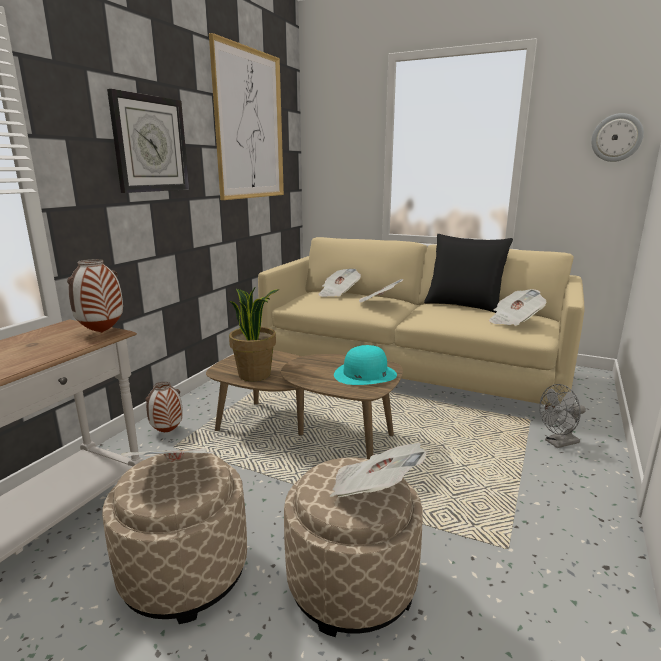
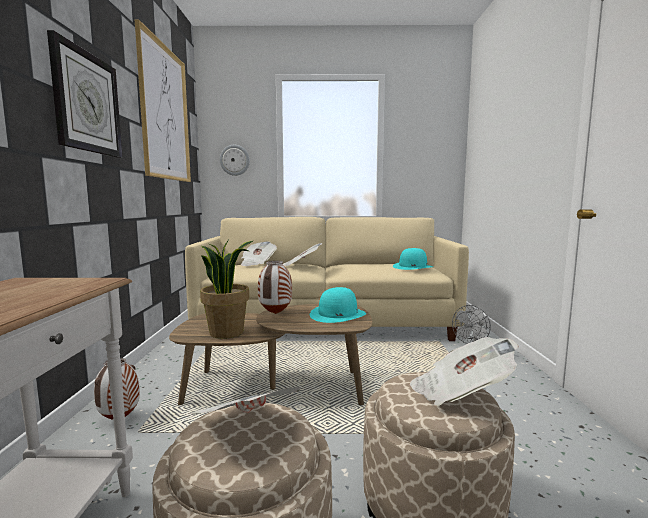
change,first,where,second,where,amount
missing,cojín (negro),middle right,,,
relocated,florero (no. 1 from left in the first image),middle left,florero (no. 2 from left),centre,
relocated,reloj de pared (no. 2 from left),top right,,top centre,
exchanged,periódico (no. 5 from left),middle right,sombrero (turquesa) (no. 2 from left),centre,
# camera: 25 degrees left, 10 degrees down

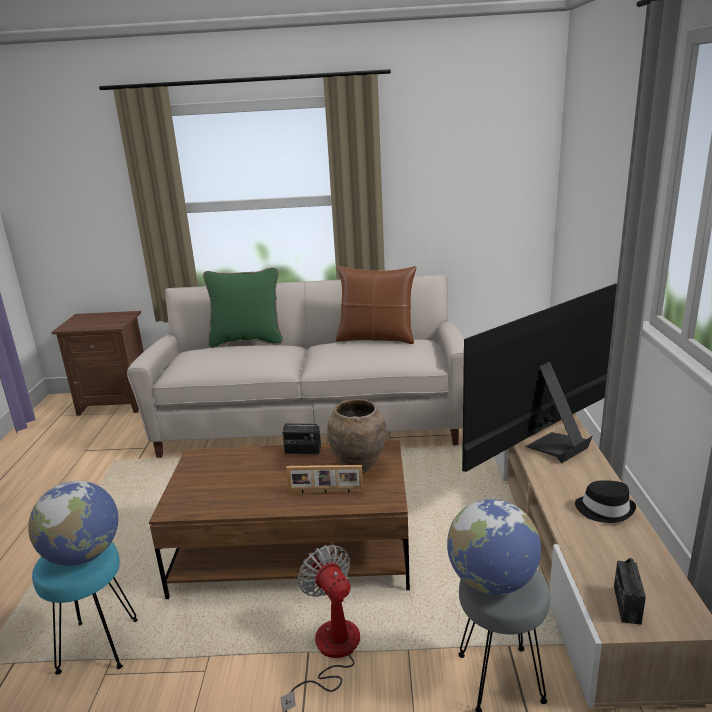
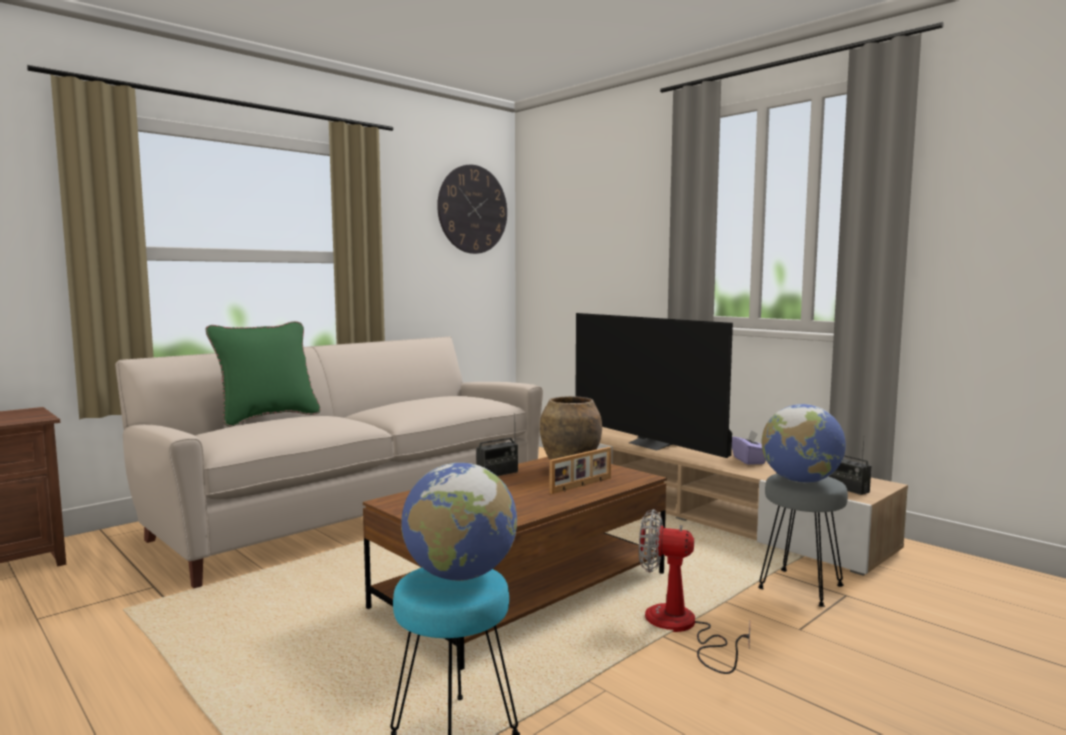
change,first,where,second,where,amount
missing,cojín (marrón),centre,,,
appeared,,,reloj de pared,top centre,
exchanged,sombrero (negro),bottom right,caja de pañuelos (morado),middle right,
spun,televisor,middle right,,centre,45 degrees counterclockwise
# camera: 45 degrees left, 15 degrees down

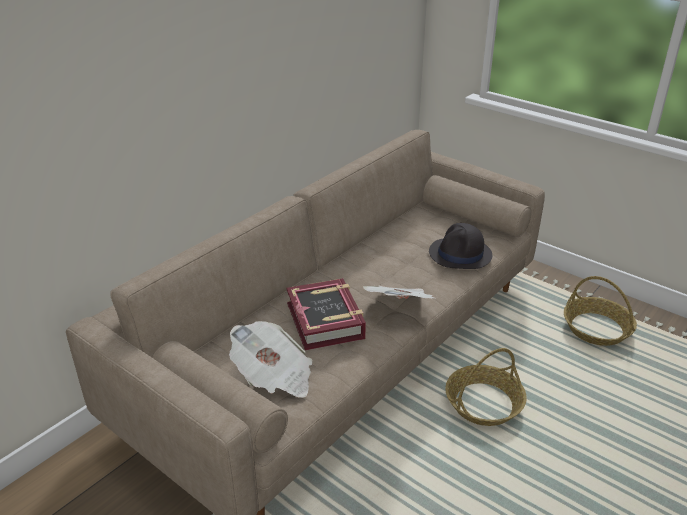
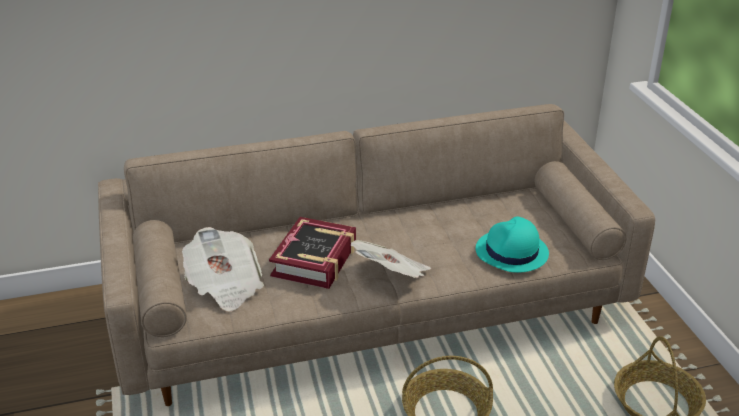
change,first,where,second,where,amount
colour,sombrero (negro),middle right,sombrero (turquesa),middle right,
# camera: 35 degrees right, 0 degrees up

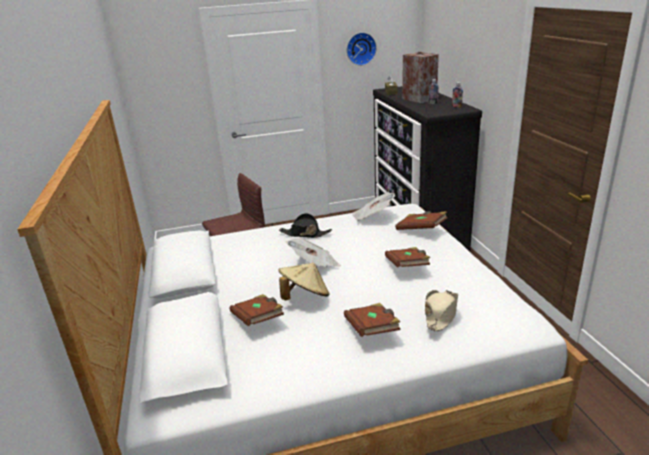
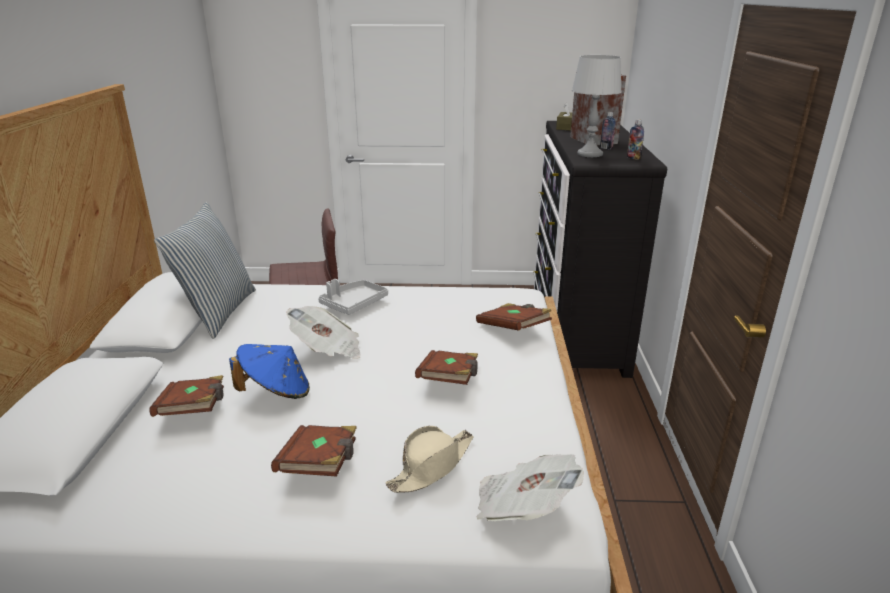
change,first,where,second,where,amount
missing,reloj de pared,top centre,,,
appeared,,,cojín,middle left,
appeared,,,lámpara de mesa (gris),top right,
relocated,periódico (no. 2 from left),centre,,bottom centre,
exchanged,sombrero (negro),centre,bandeja (gris),centre,
colour,sombrero (beis) (no. 1 from left),centre,sombrero (azul),middle left,
# camera: 15 degrees right, 0 degrees up

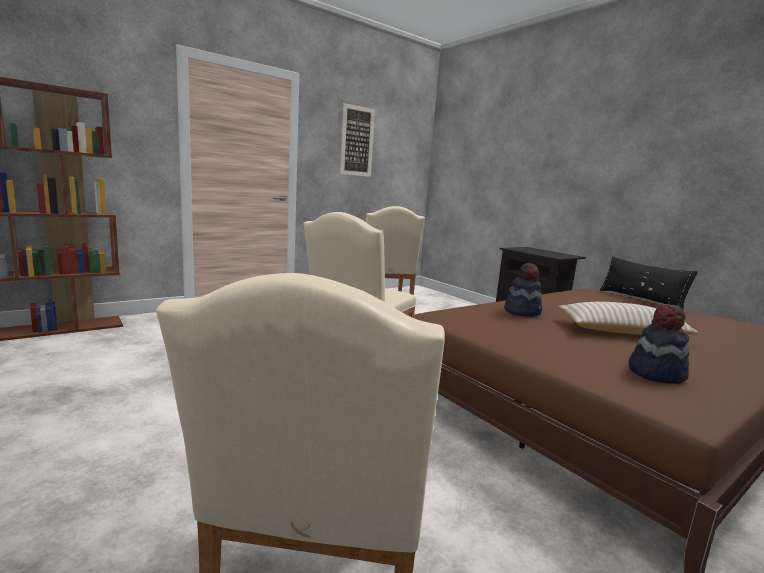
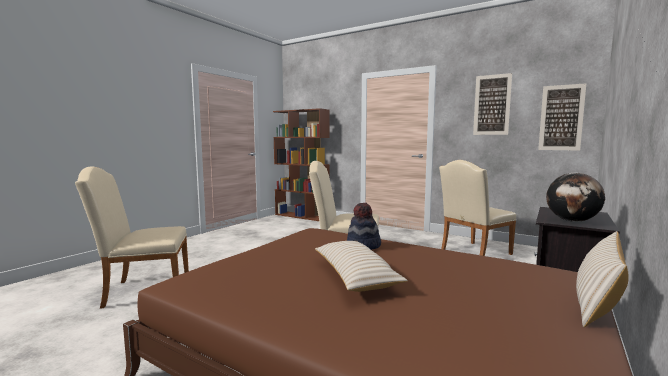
change,first,where,second,where,amount
missing,sombrero (no. 2 from left),middle right,,,
appeared,,,cuadro (no. 2 from left),top right,
appeared,,,globo terráqueo,middle right,
colour,cojín (negro),middle right,cojín (beis) (no. 2 from left),bottom right,
# camera: 70 degrees right, 5 degrees down

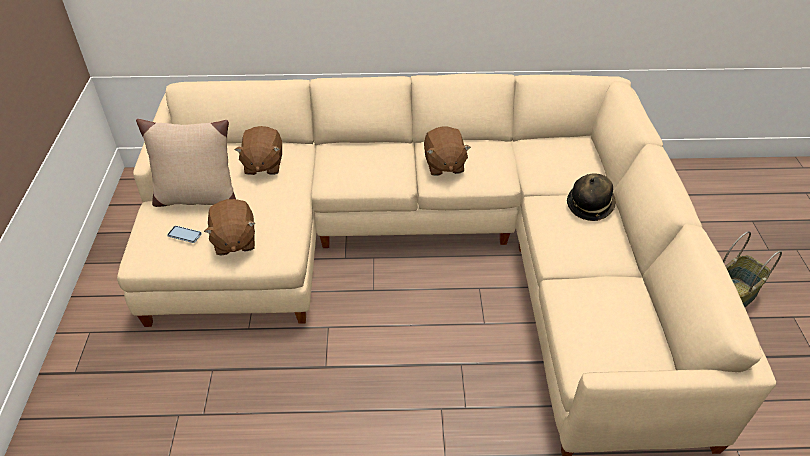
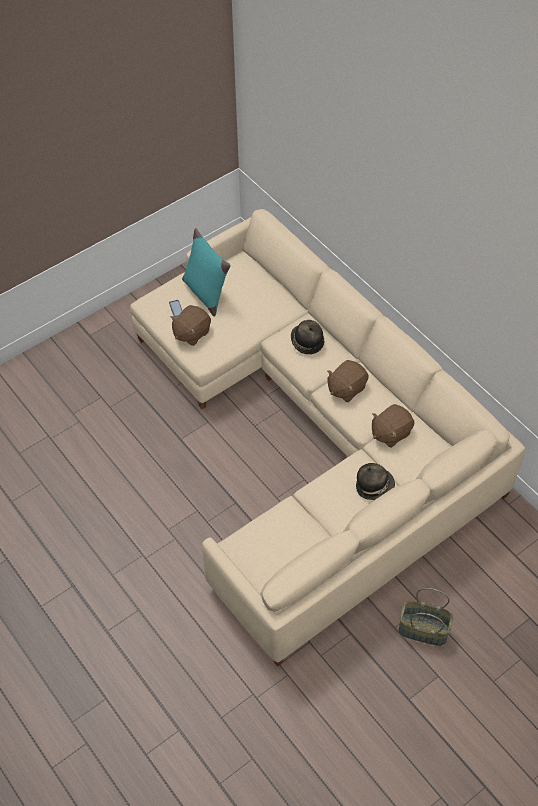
change,first,where,second,where,amount
appeared,,,sombrero (no. 1 from left),centre,
relocated,peluche (marrón) (no. 2 from left in the first image),top left,peluche (marrón) (no. 3 from left),middle right,
colour,cojín (beis),middle left,cojín (turquesa),centre,
# camera: 55 degrees right, 10 degrees up

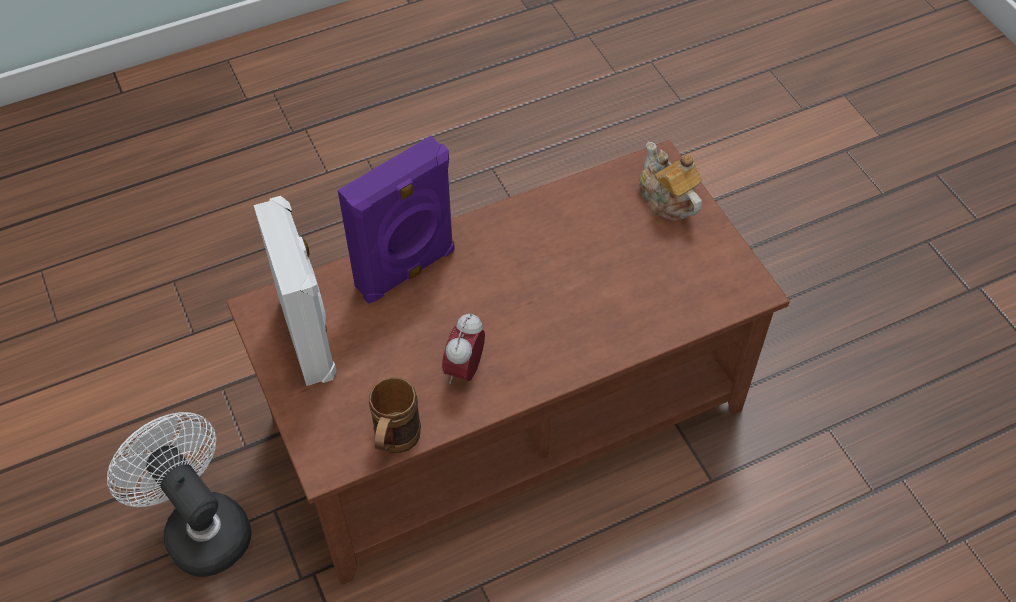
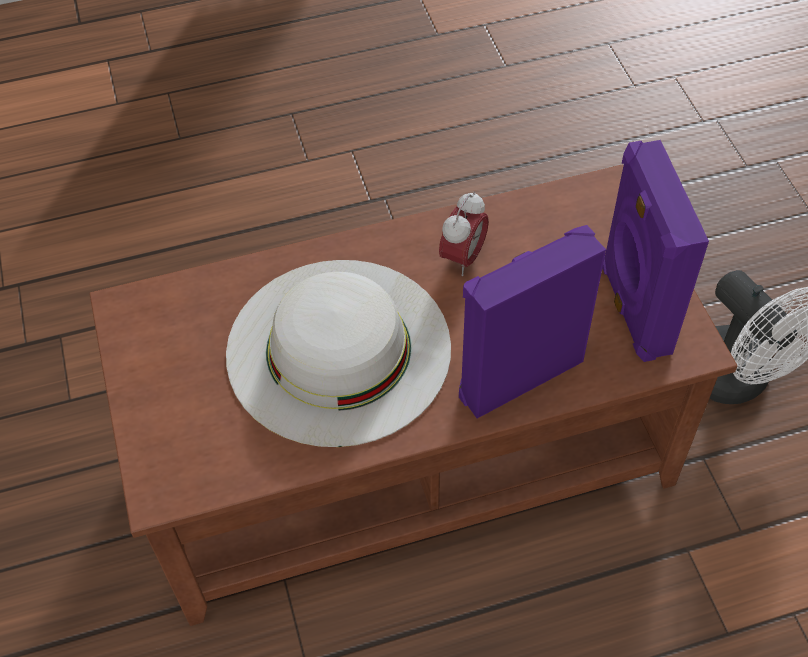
change,first,where,second,where,amount
missing,taza grande (marrón),bottom centre,,,
missing,tetera,top centre,,,
appeared,,,sombrero (blanco),centre,
colour,altavoz (blanco),middle left,altavoz (morado) (no. 2 from left),middle right,
# camera: 170 degrees left, 0 degrees up

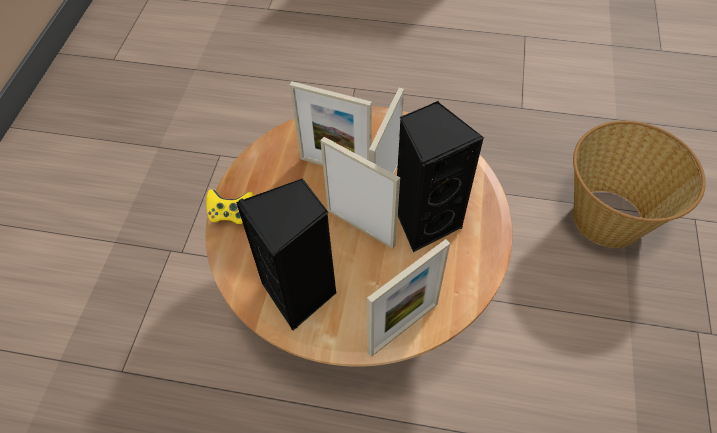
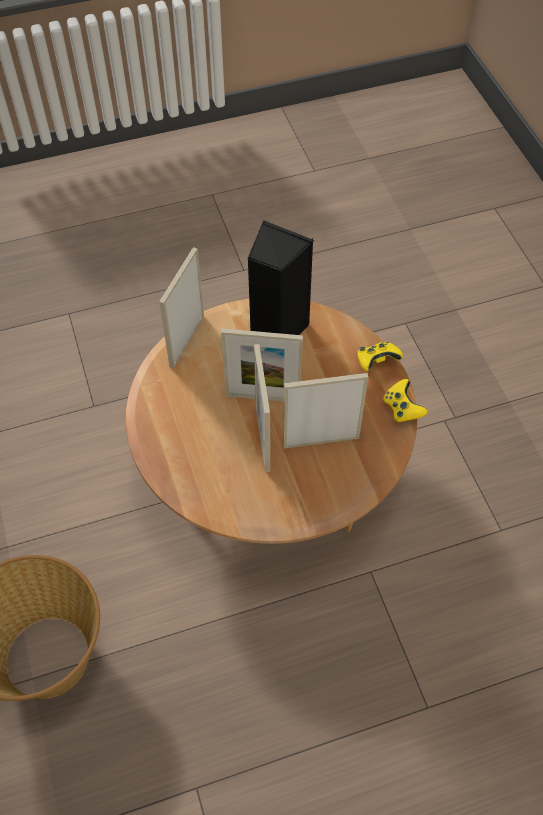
change,first,where,second,where,amount
missing,altavoz (negro) (no. 2 from left),centre,,,
appeared,,,mando de consola (amarillo) (no. 2 from left),middle right,
# camera: 150 degrees right, 0 degrees up

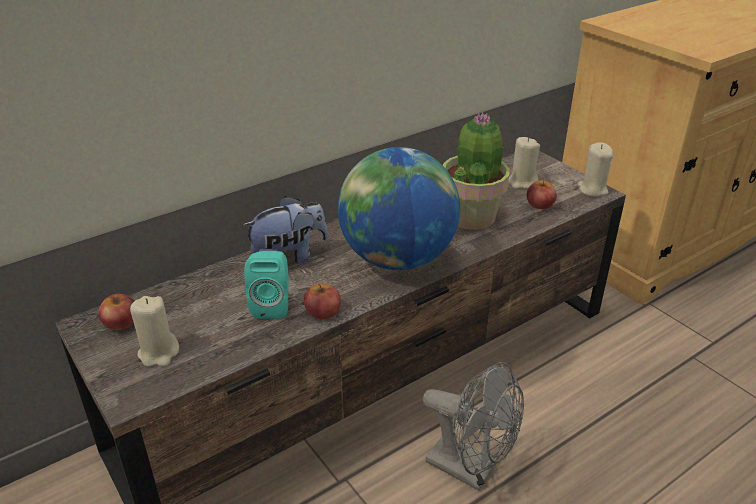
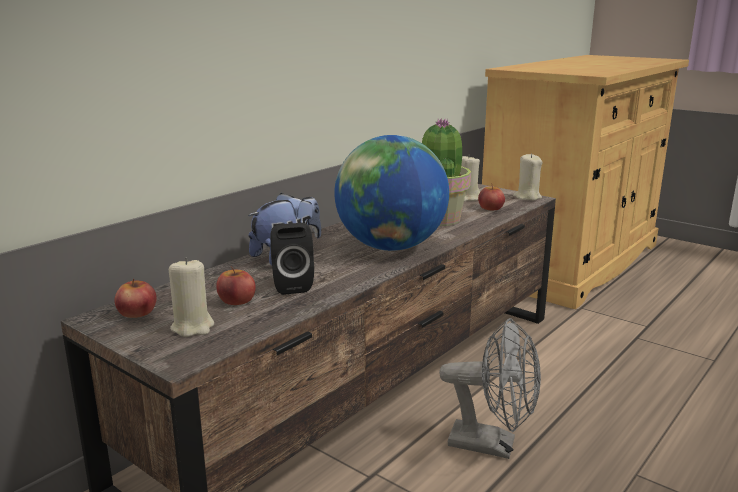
change,first,where,second,where,amount
relocated,manzana (no. 2 from left),centre,,middle left,
colour,altavoz (turquesa),centre,altavoz (negro),centre,
# camera: 15 degrees left, 15 degrees down

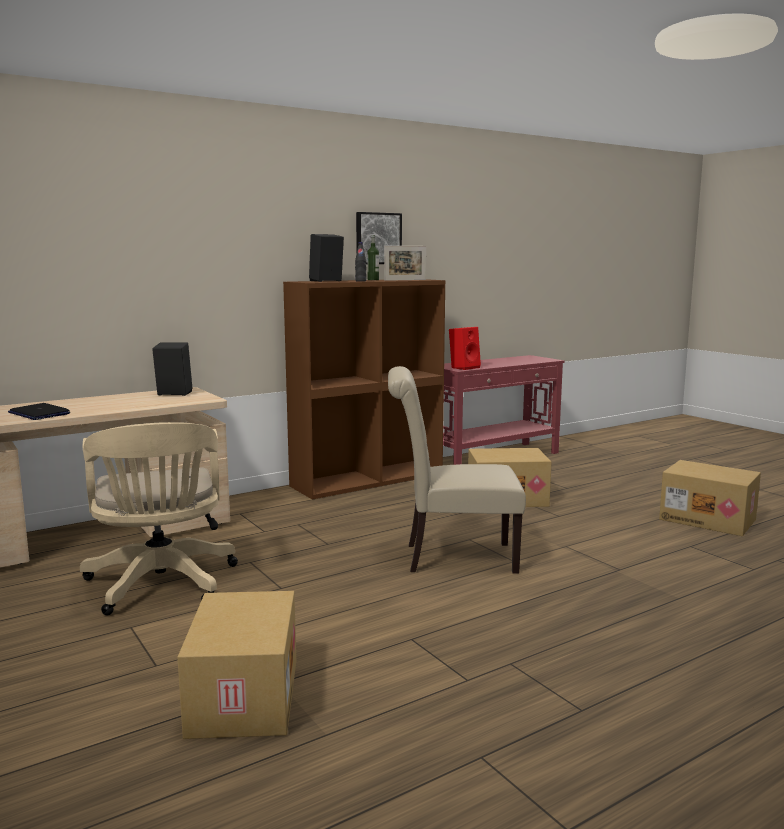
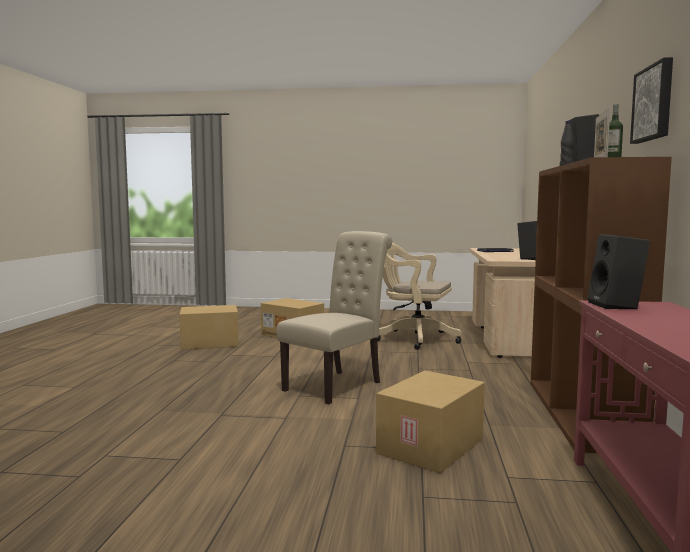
change,first,where,second,where,amount
relocated,caja de cartón (no. 3 from left in the first image),middle right,caja de cartón (no. 1 from left),middle left,
colour,altavoz (rojo),centre,altavoz (negro) (no. 3 from left),middle right,
# camera: 130 degrees right, 5 degrees down

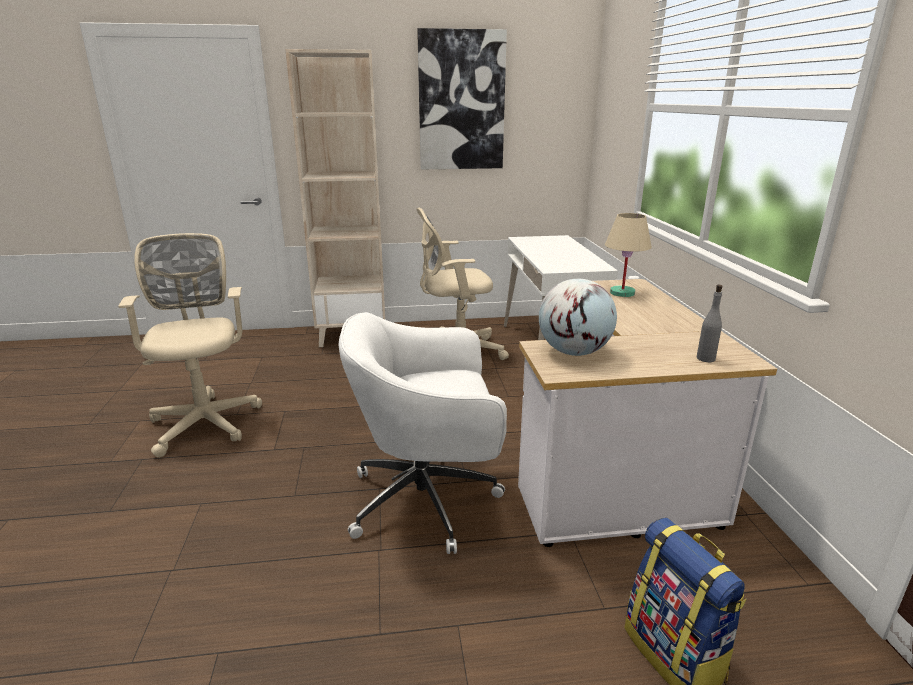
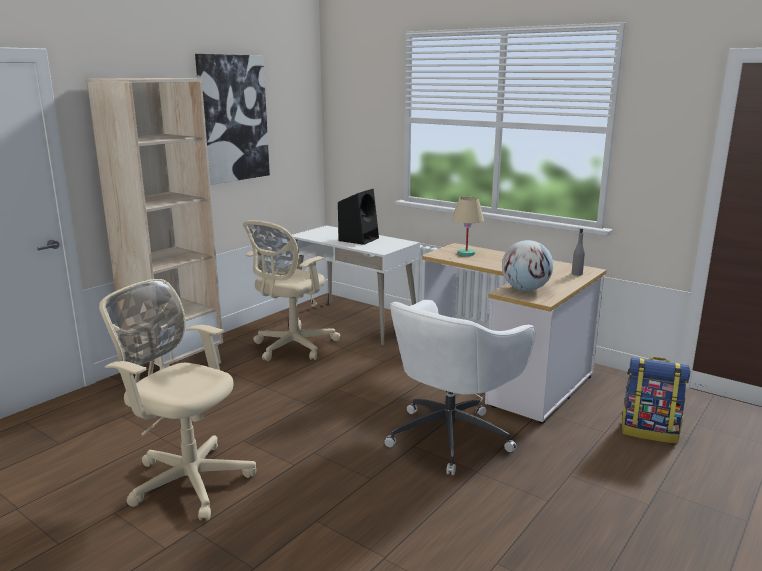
change,first,where,second,where,amount
appeared,,,altavoz (negro),centre,
# camera: 45 degrees left, 5 degrees down

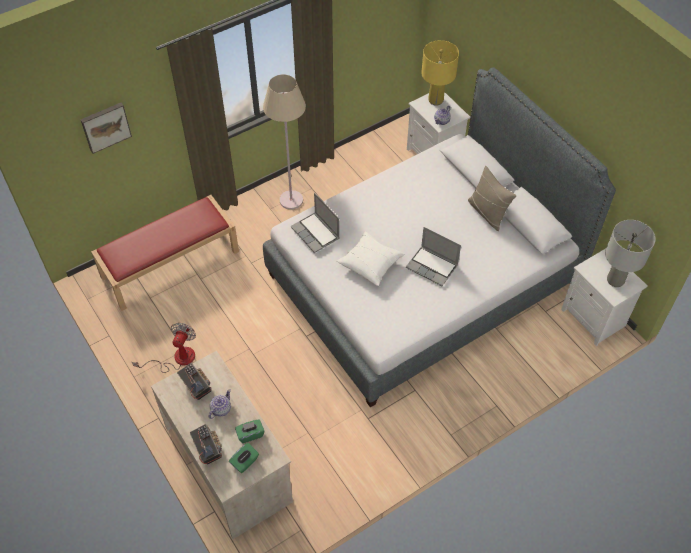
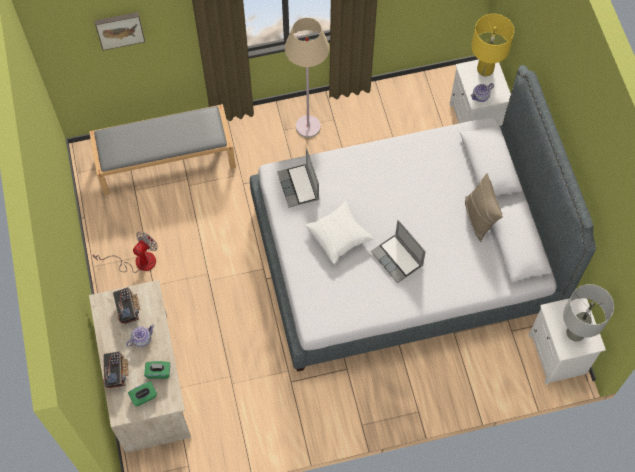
change,first,where,second,where,amount
colour,banco (rojo),middle left,banco (gris),top left,
# camera: 20 degrees right, 10 degrees up

